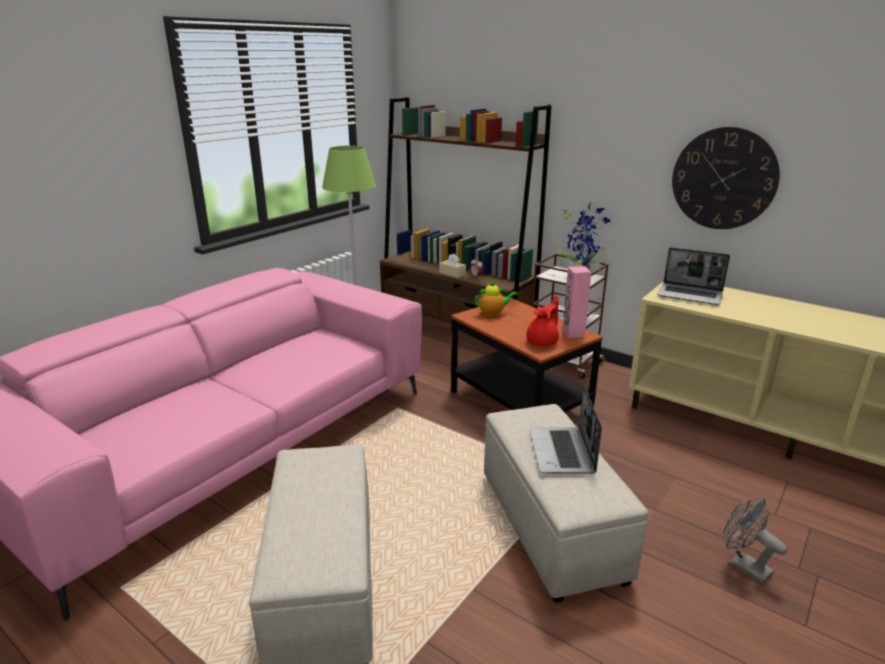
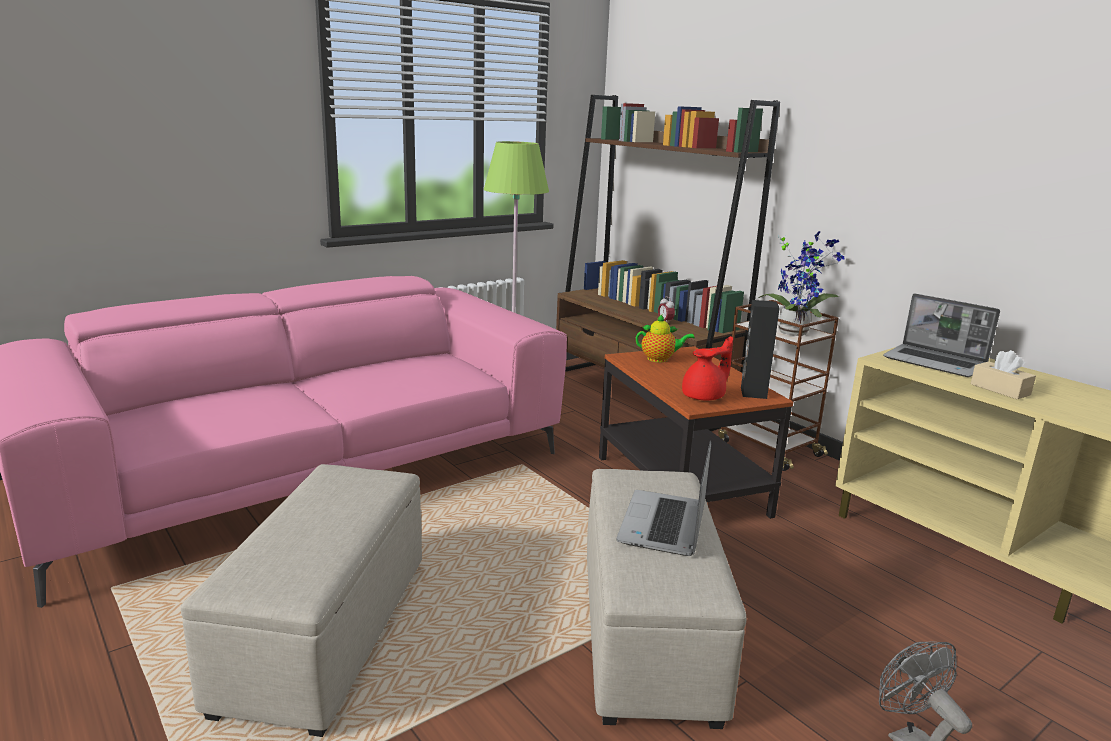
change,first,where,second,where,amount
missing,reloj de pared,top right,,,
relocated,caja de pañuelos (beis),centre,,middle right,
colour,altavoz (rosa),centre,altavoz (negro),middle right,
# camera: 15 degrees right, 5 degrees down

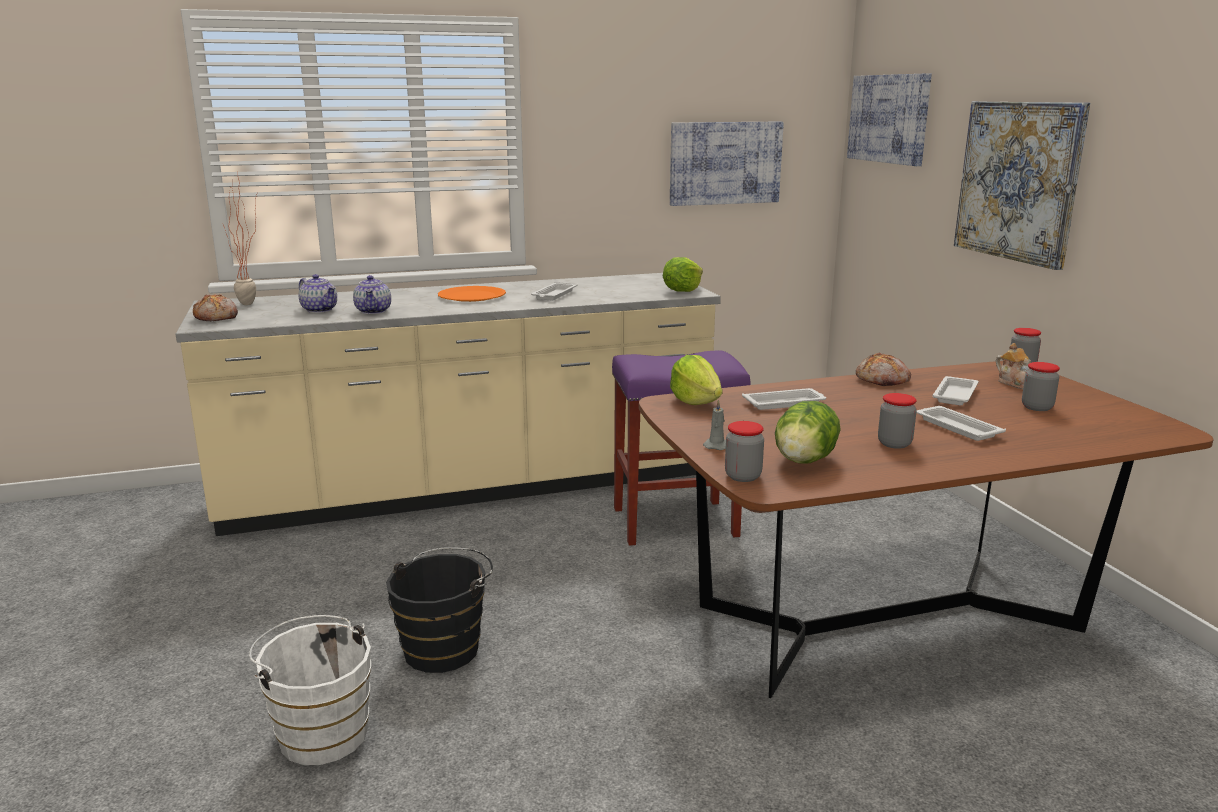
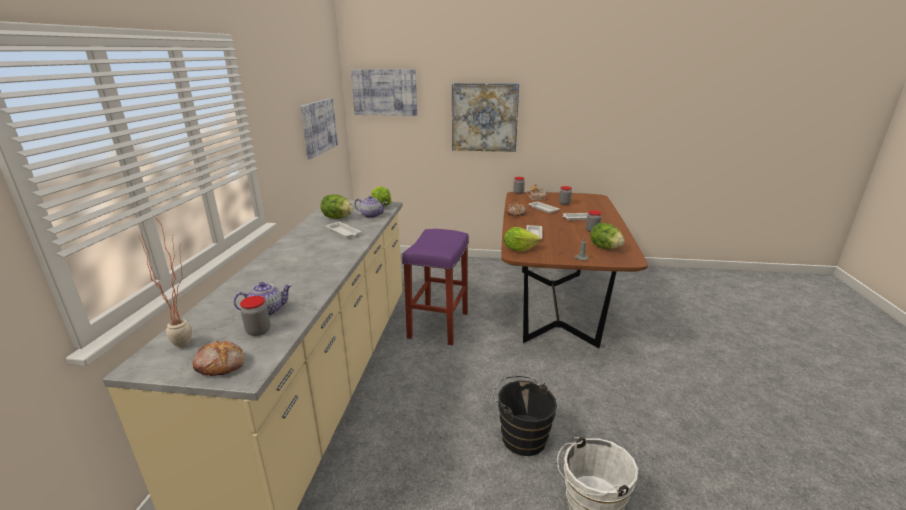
change,first,where,second,where,amount
missing,plato (naranja),centre,,,
appeared,,,lechuga (no. 1 from left),centre,
relocated,tetera (no. 2 from left),middle left,,centre,
relocated,tarro (no. 1 from left),centre,,middle left,
# camera: 65 degrees left, 5 degrees up

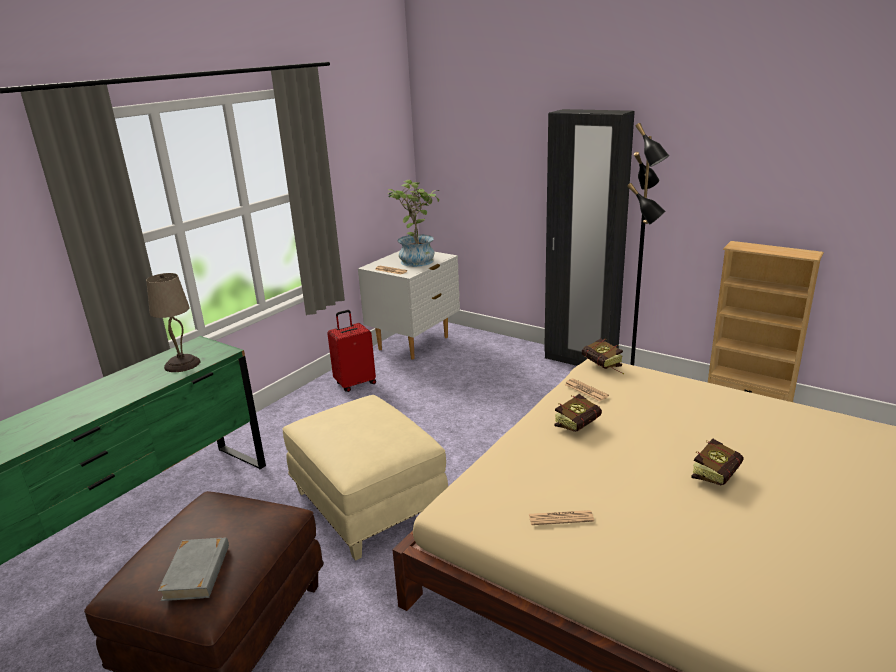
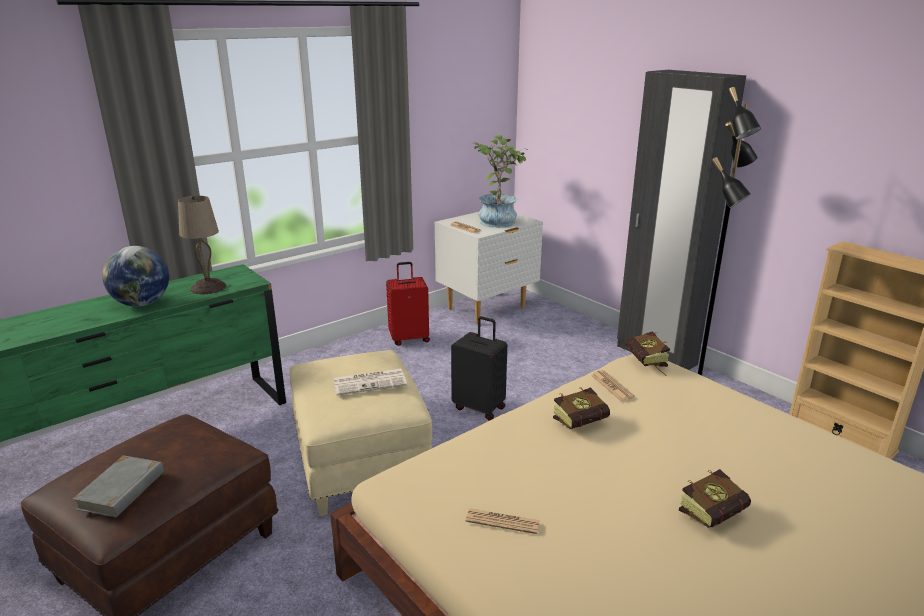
change,first,where,second,where,amount
appeared,,,globo terráqueo,middle left,
appeared,,,periódico (no. 1 from left),centre,
appeared,,,maleta (negro),centre,
# camera: 15 degrees right, 0 degrees up

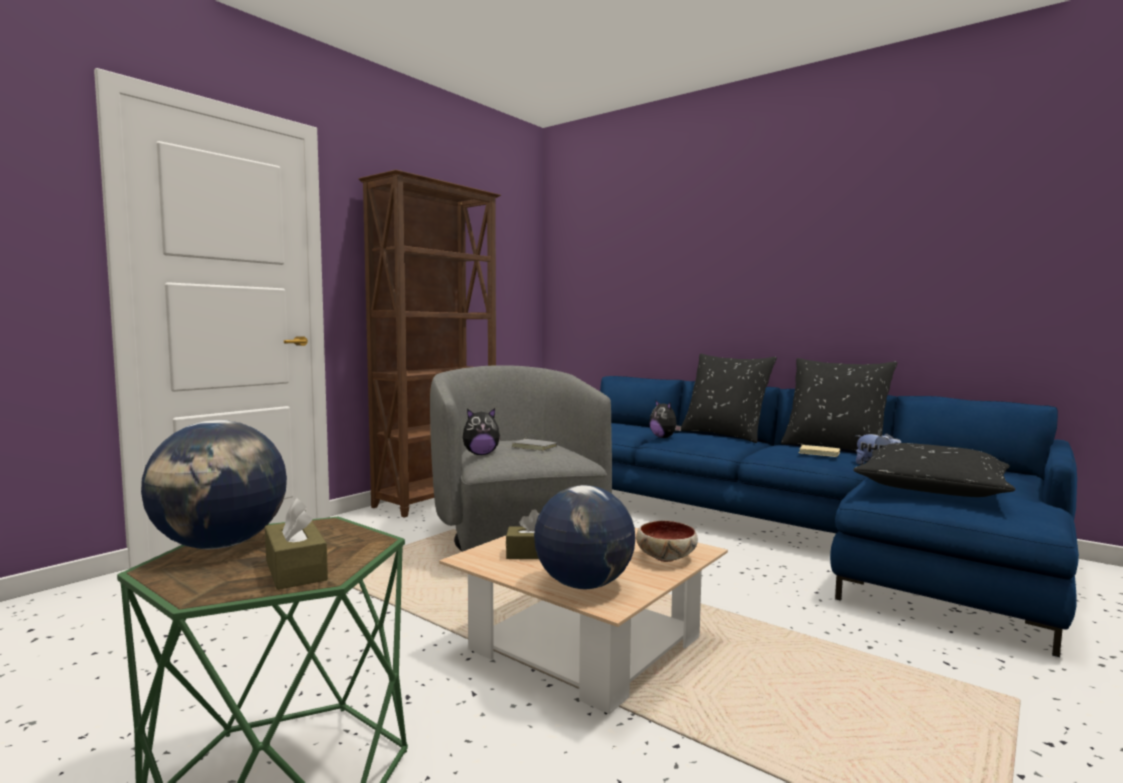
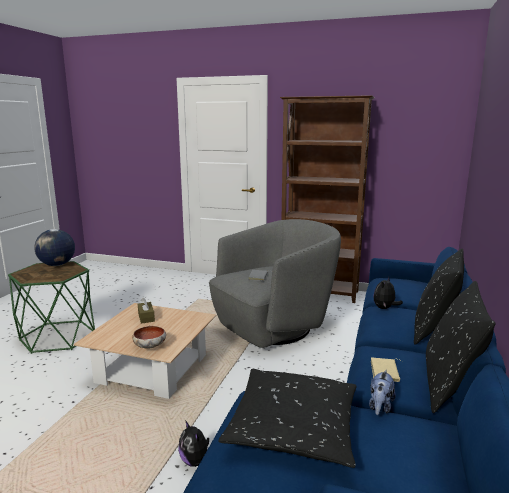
change,first,where,second,where,amount
missing,caja de pañuelos (marrón) (no. 1 from left),bottom left,,,
missing,globo terráqueo (no. 2 from left),bottom centre,,,
relocated,peluche (no. 1 from left),centre,,bottom centre,
# camera: 70 degrees right, 10 degrees up

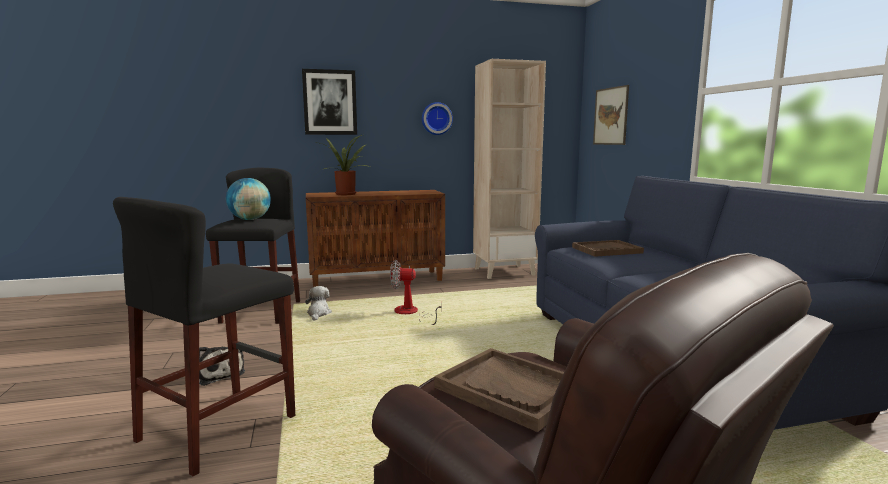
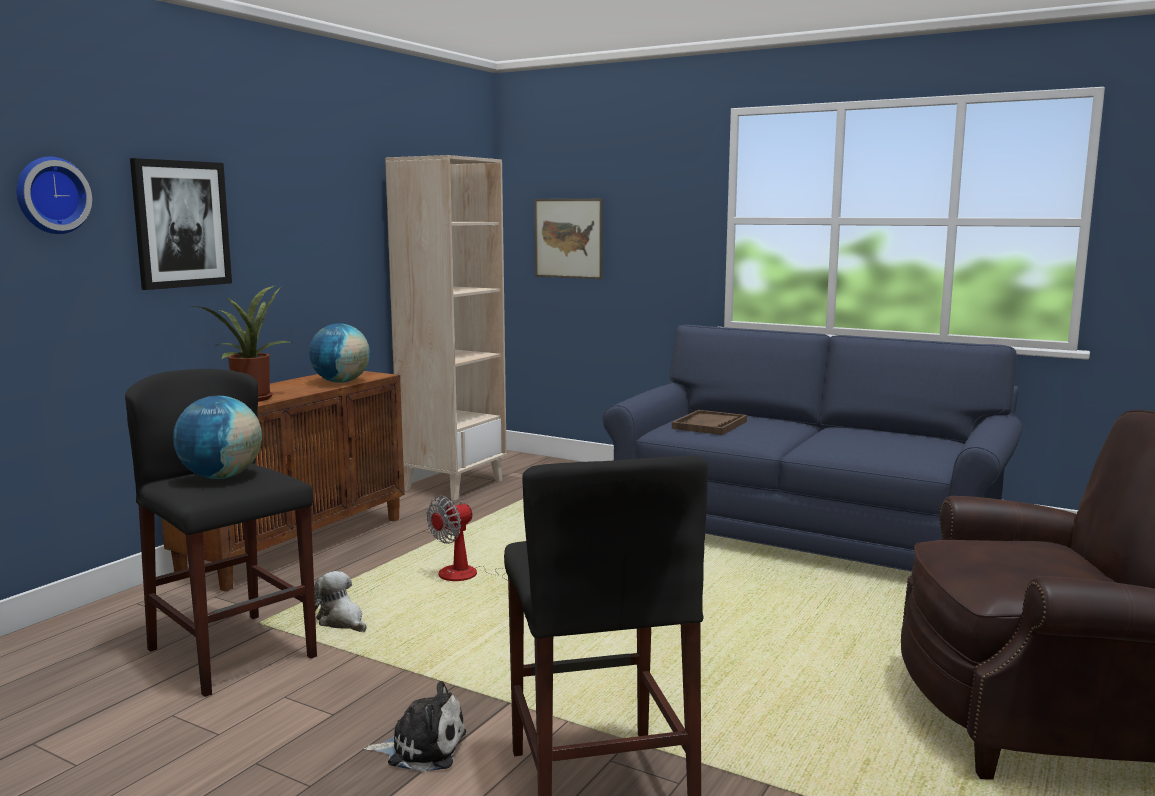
change,first,where,second,where,amount
missing,bandeja (marrón) (no. 1 from left),bottom centre,,,
appeared,,,globo terráqueo (no. 2 from left),middle left,
relocated,reloj de pared,top centre,,top left,
# camera: 45 degrees left, 0 degrees up

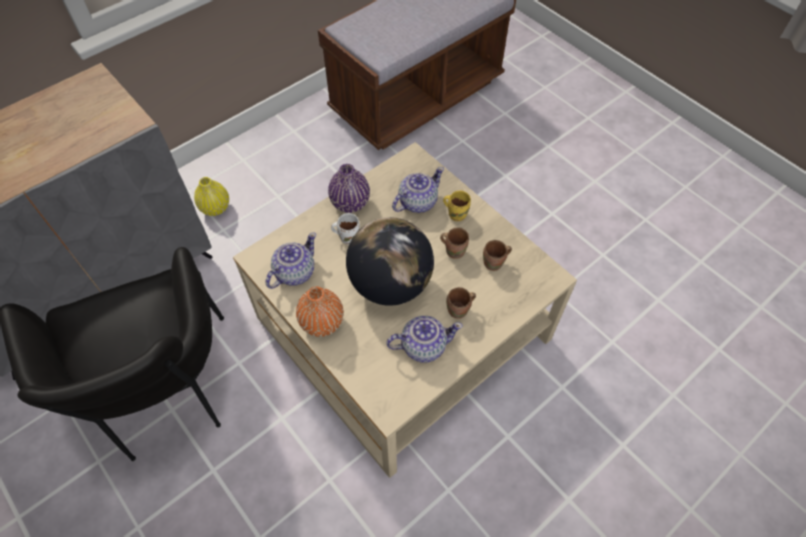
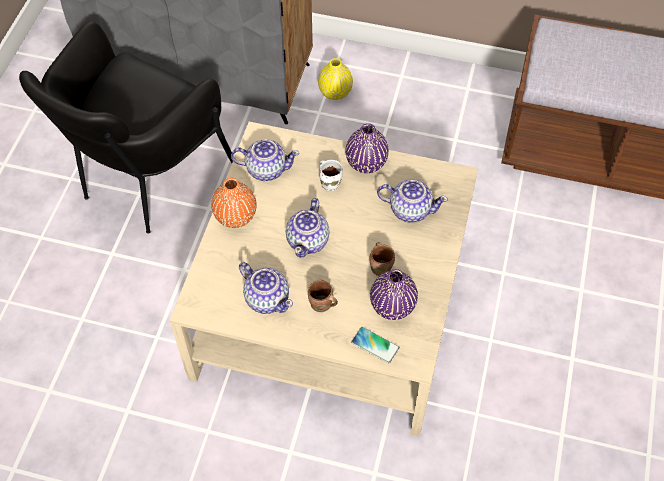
change,first,where,second,where,amount
missing,taza grande (amarillo),centre,,,
appeared,,,móvil,bottom centre,
exchanged,globo terráqueo,centre,tetera (no. 3 from left),centre,
exchanged,taza grande (marrón) (no. 3 from left),centre,florero (morado) (no. 2 from left),centre,
# camera: 55 degrees right, 0 degrees up

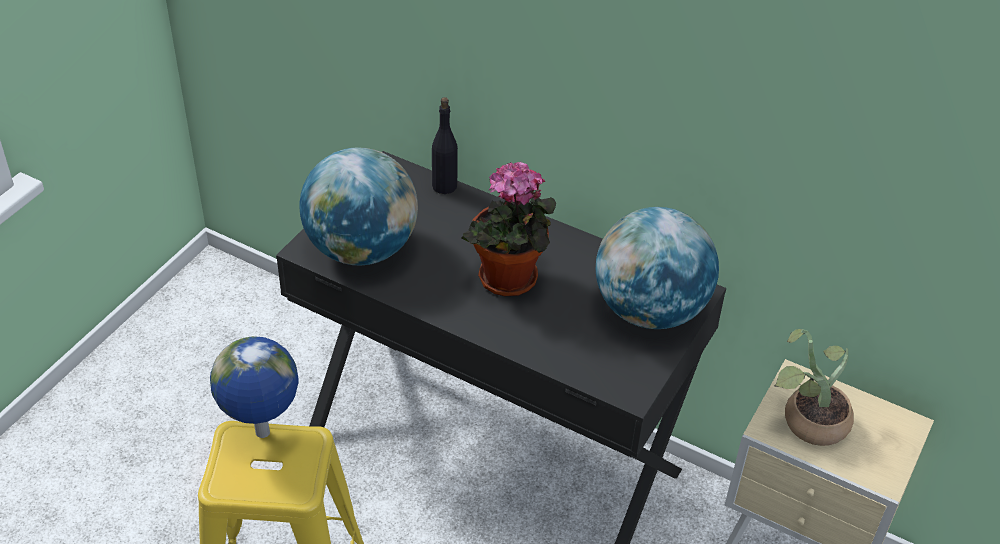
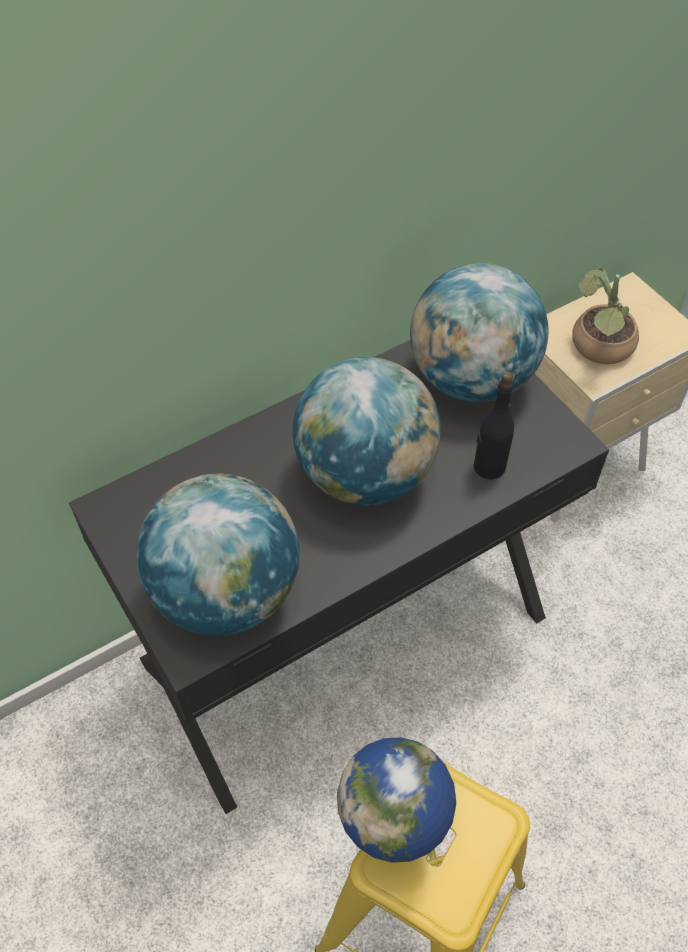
change,first,where,second,where,amount
relocated,botella (negro),top centre,,middle right,
exchanged,planta en maceta (no. 1 from left),centre,globo terráqueo (no. 2 from left),centre,
# camera: 60 degrees left, 10 degrees up

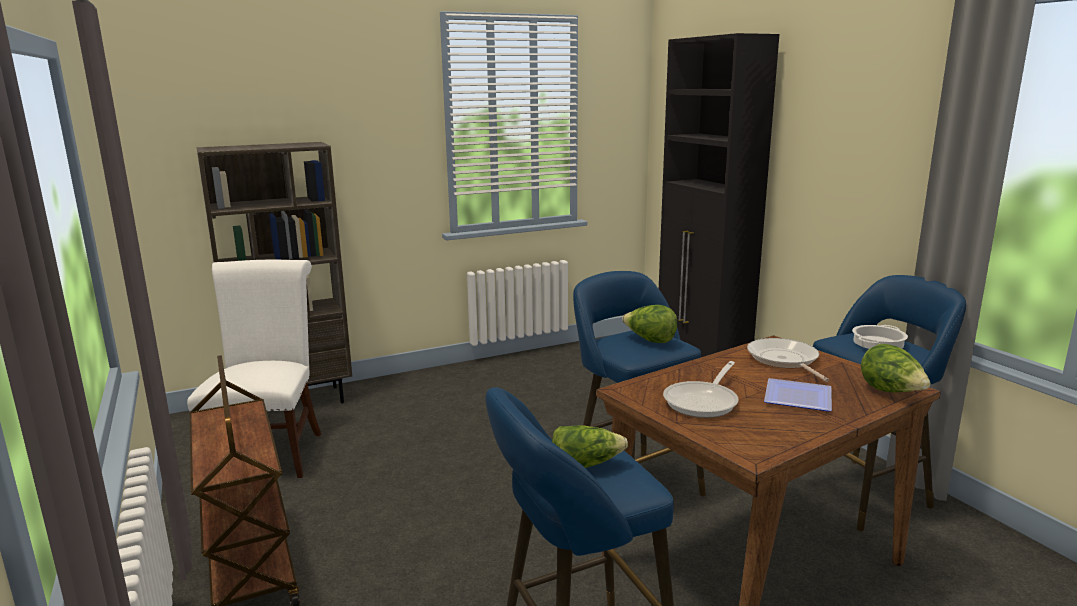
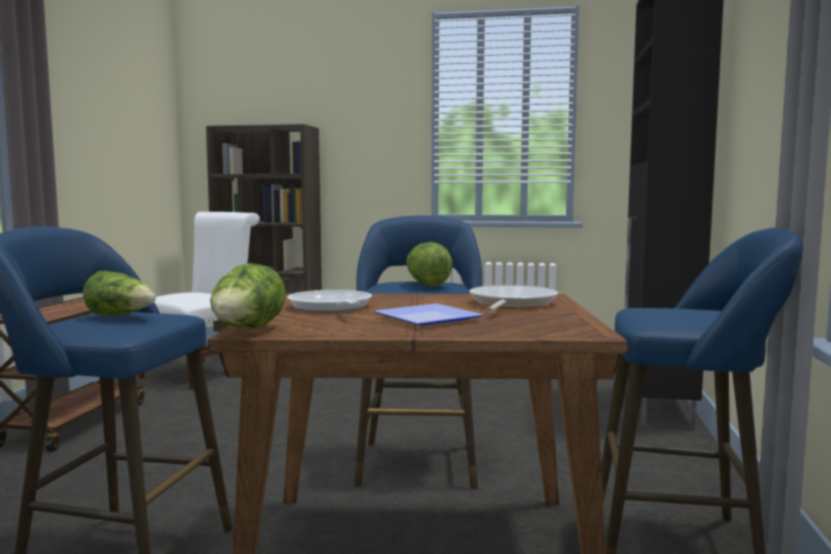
change,first,where,second,where,amount
missing,olla,middle right,,,
relocated,lechuga (no. 3 from left in the first image),middle right,lechuga (no. 2 from left),middle left,
spun,sartén (no. 1 from left),centre,,centre,90 degrees clockwise
# camera: 35 degrees right, 10 degrees down

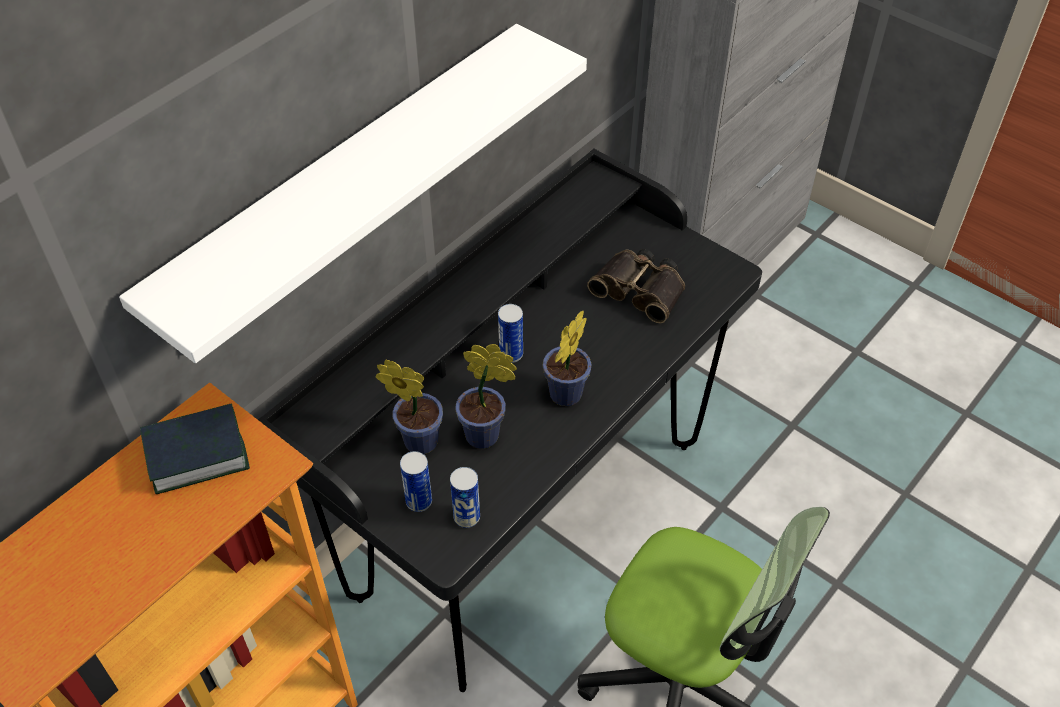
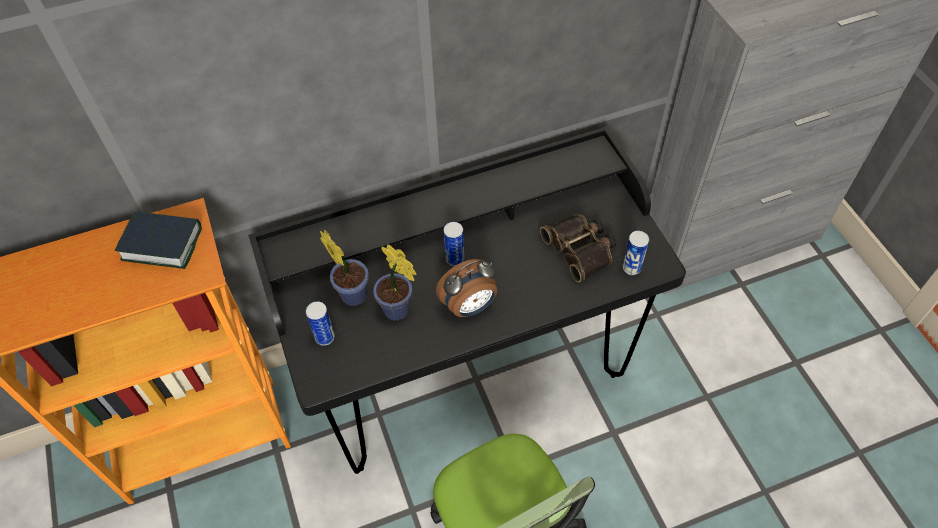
change,first,where,second,where,amount
missing,estante (blanco),top left,,,
relocated,lata (no. 2 from left in the first image),bottom centre,lata (no. 3 from left),middle right,
exchanged,planta en maceta (no. 3 from left),centre,despertador,centre,
# camera: 30 degrees right, 5 degrees up

